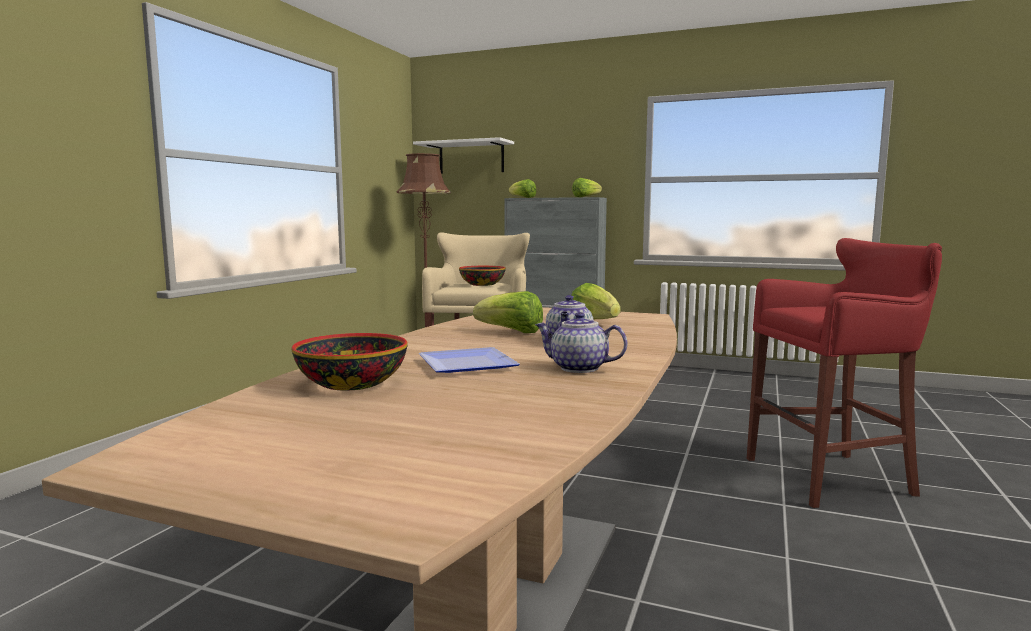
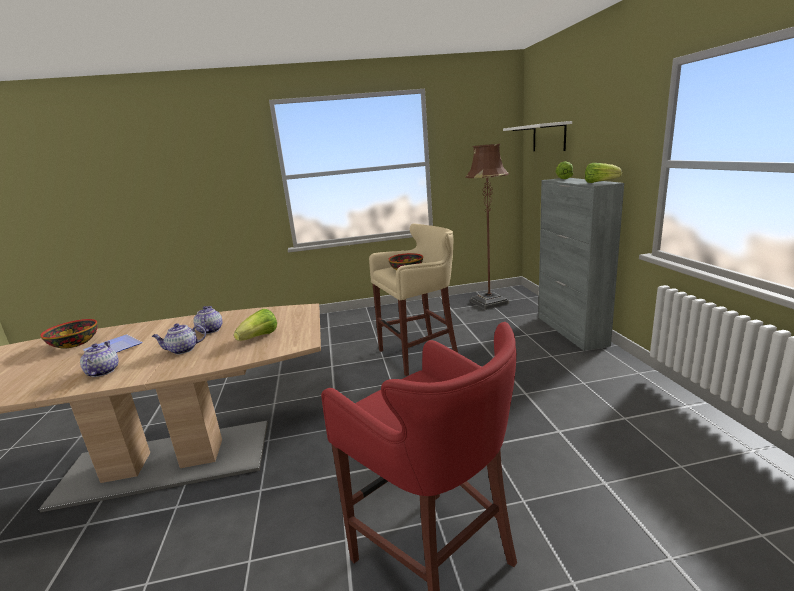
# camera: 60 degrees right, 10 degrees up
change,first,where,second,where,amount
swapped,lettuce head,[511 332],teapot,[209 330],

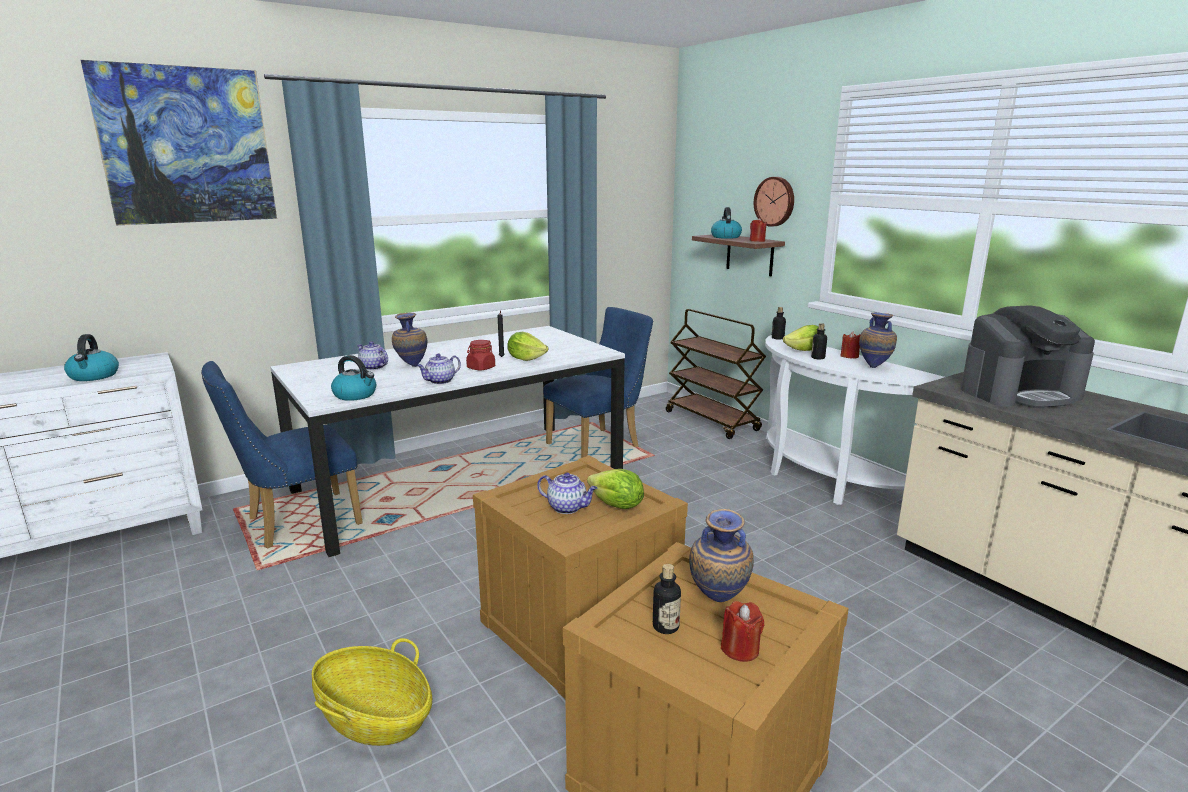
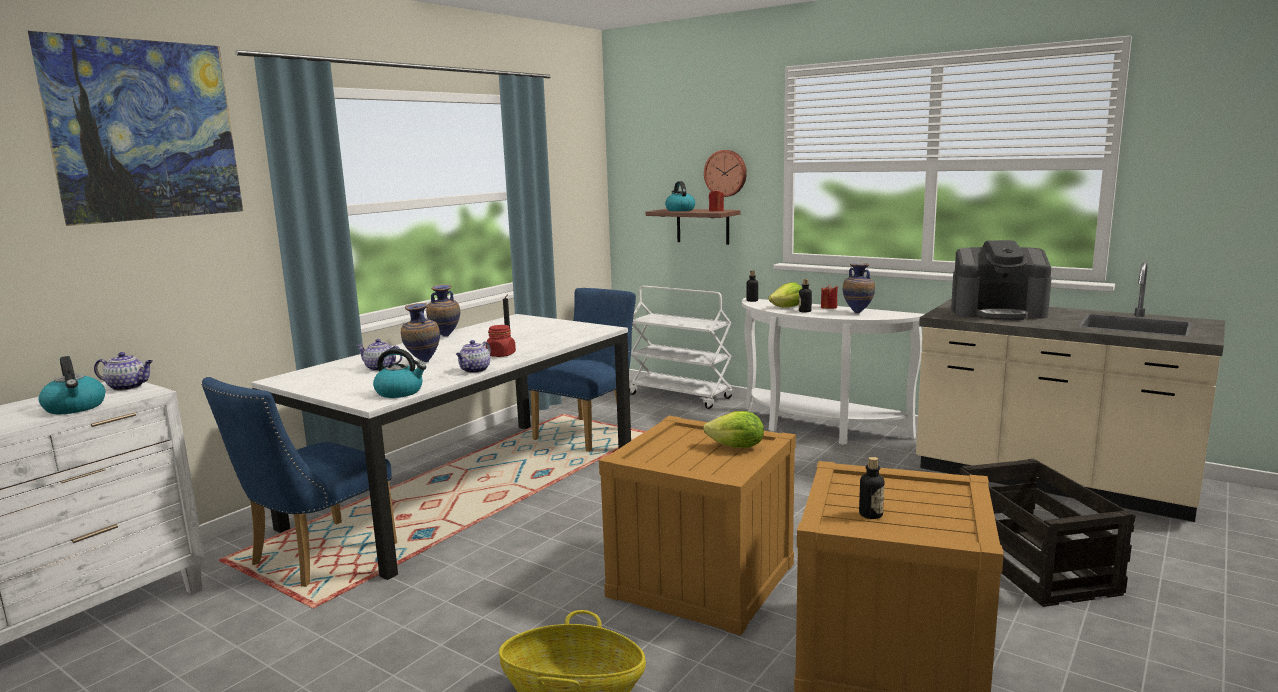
# camera: 20 degrees left, 5 degrees down
change,first,where,second,where,amount
gone,lettuce head,[526 359],,,
shifted,teapot,[568 508],,[128 387],
repainted,brown-coloured wheeled cart,[712 421],white-coloured wheeled cart,[681 396],
shifted,flower vase,[717 603],,[445 337],
gone,red-coloured wax light,[740 649],,,
rotated,coffee brewer,[1019 393],,[998 312],45 degrees clockwise
new,,,crate,[1035 564],

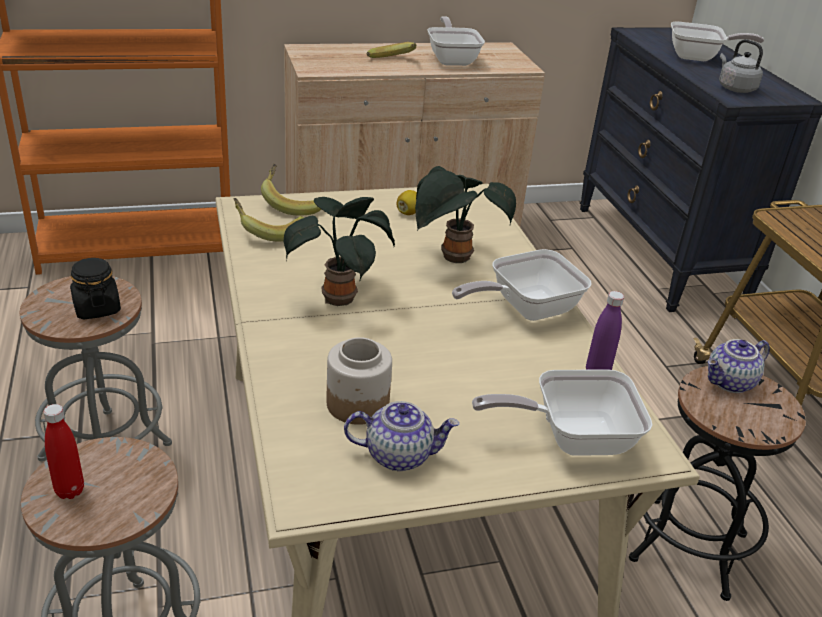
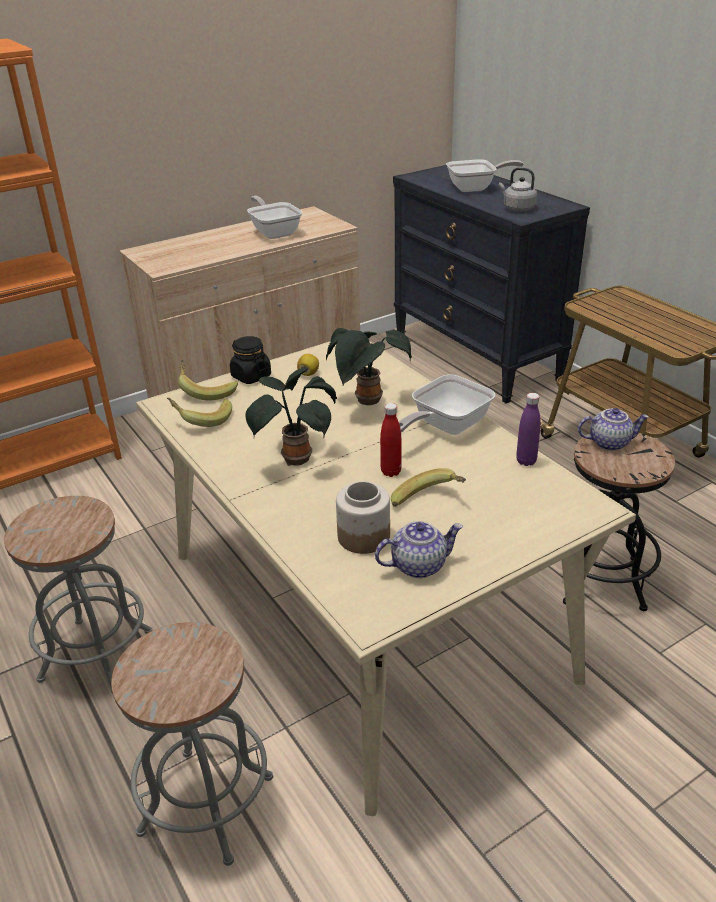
# camera: 15 degrees left, 0 degrees up
change,first,where,second,where,amount
shifted,red-coloured beverage bottle,[70 490],,[391 472],
shifted,black-coloured preserve jar,[97 308],,[251 376],
shifted,whole banana,[393 62],,[429 502],
gone,skillet,[571 437],,,
rotated,teapot,[730 383],,[609 442],135 degrees counterclockwise

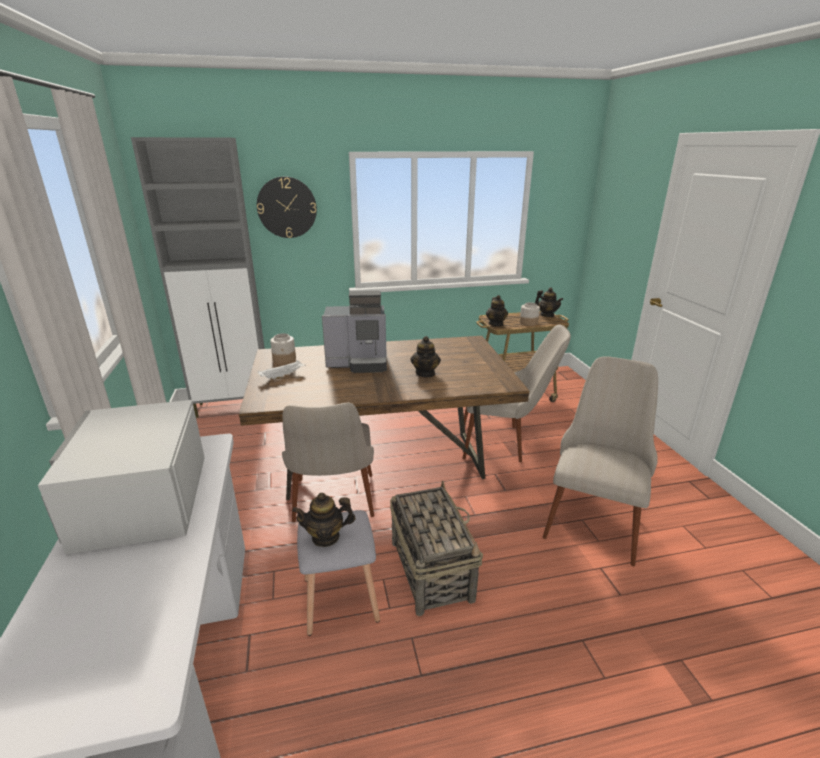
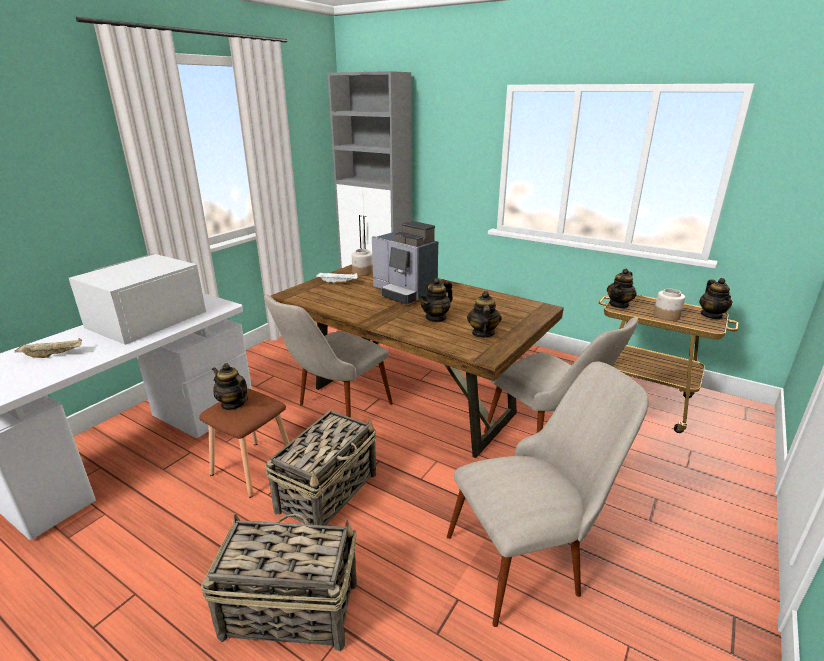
# camera: 45 degrees right, 0 degrees up
change,first,where,second,where,amount
gone,hanging clock,[287 207],,,
repainted,greyish stool seat,[341 600],brown-coloured stool seat,[253 469],
new,,,beige-coloured serving tray,[54 355],
new,,,storage basket,[289 609],
new,,,teapot,[482 333],

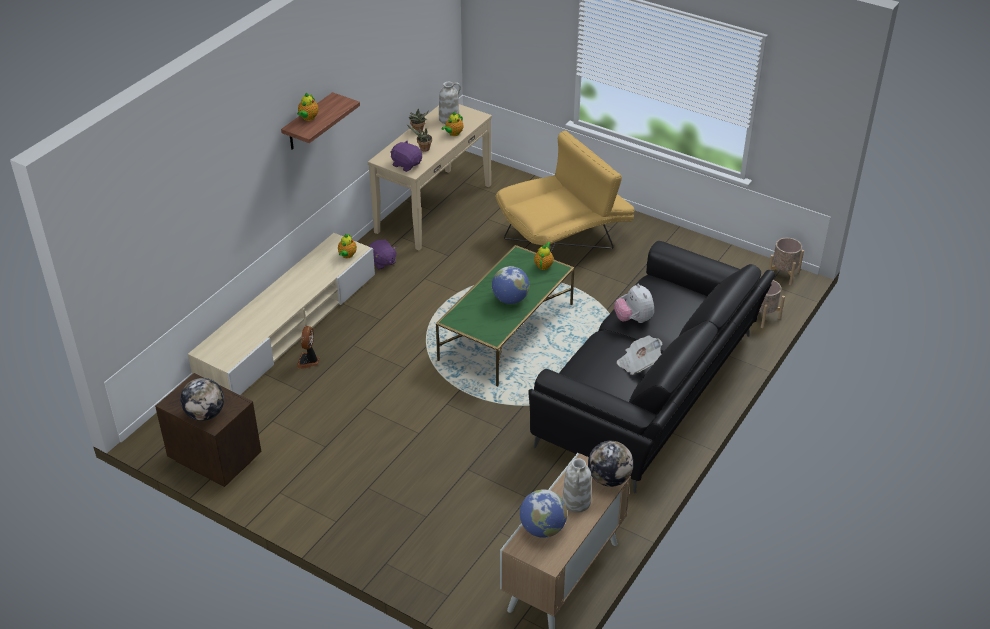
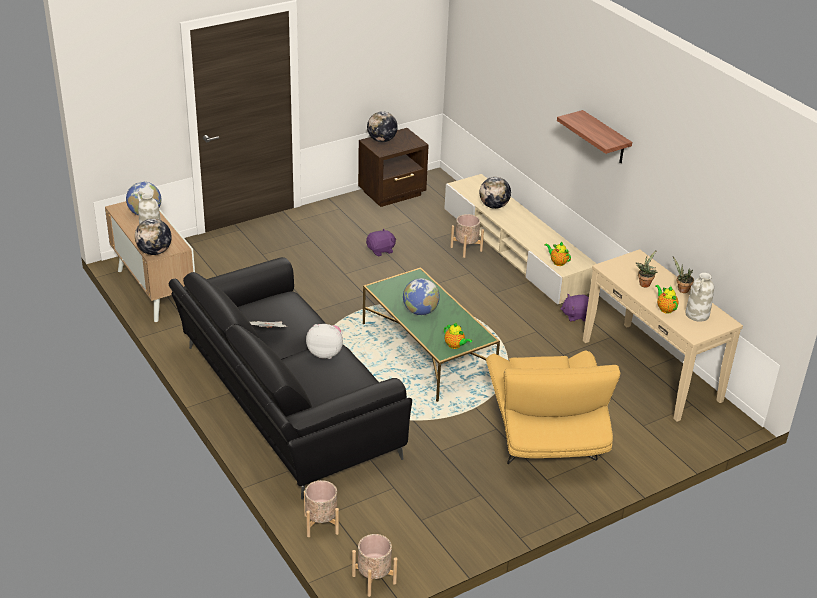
# camera: 115 degrees right, 5 degrees down
change,first,where,second,where,amount
gone,teapot,[308 118],,,
swapped,fan,[309 361],beige-coloured flower pot,[466 249],
shifted,purple-coloured plush toy,[406 164],,[381 250],
new,,,globe,[494 206],

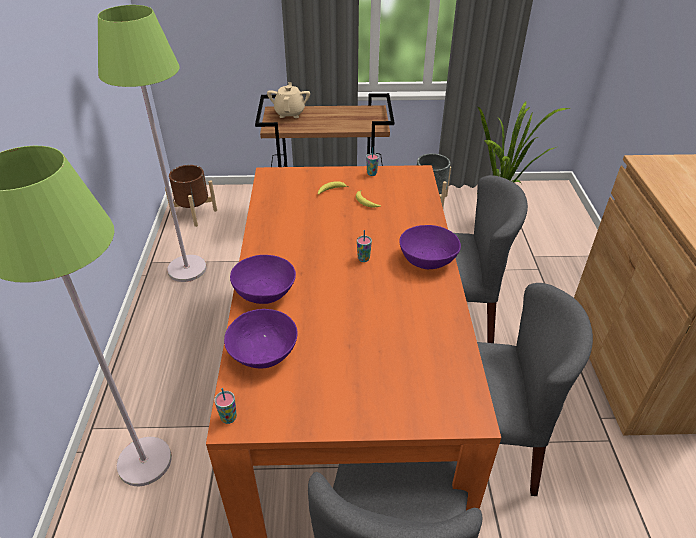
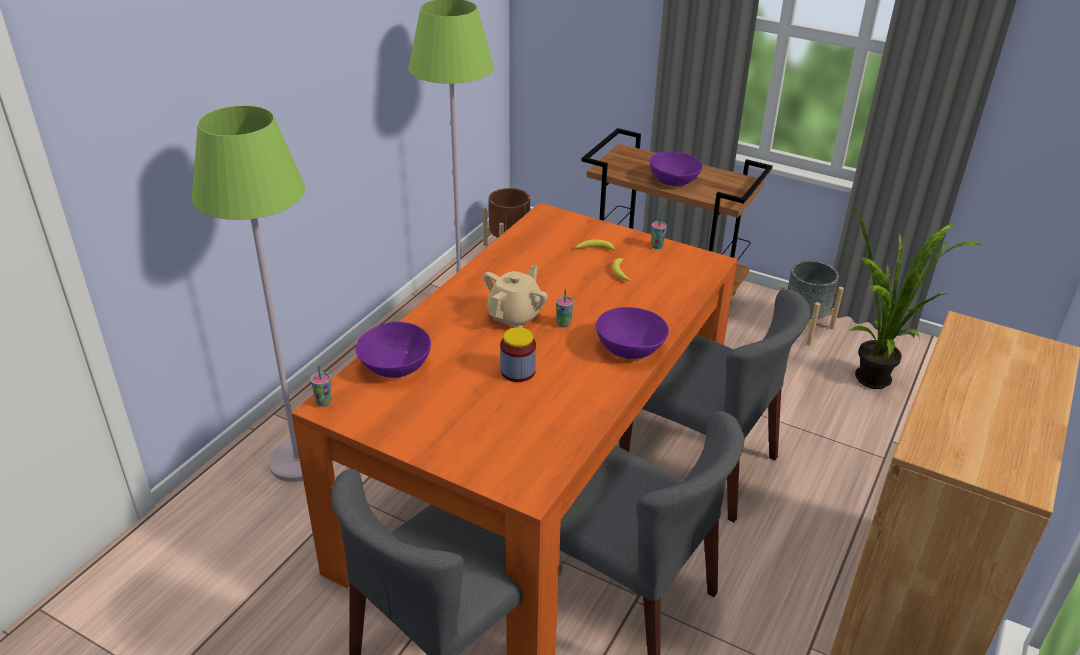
# camera: 30 degrees right, 5 degrees down
change,first,where,second,where,amount
shifted,purple-coloured serving bowl,[265 292],,[674 180],
shifted,beige-coloured teapot,[290 113],,[515 316],
new,,,preserve jar,[518 371],

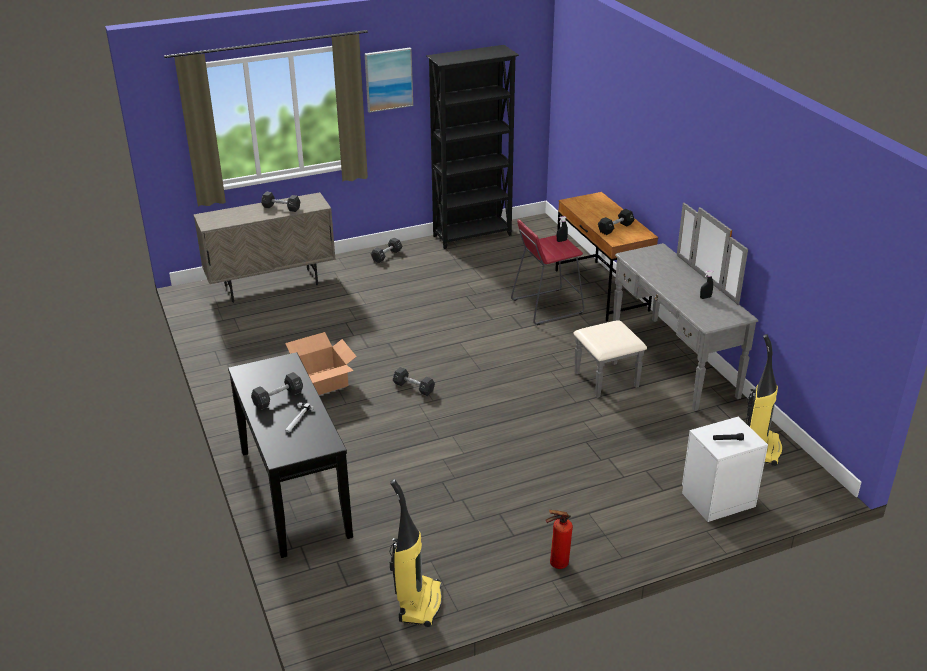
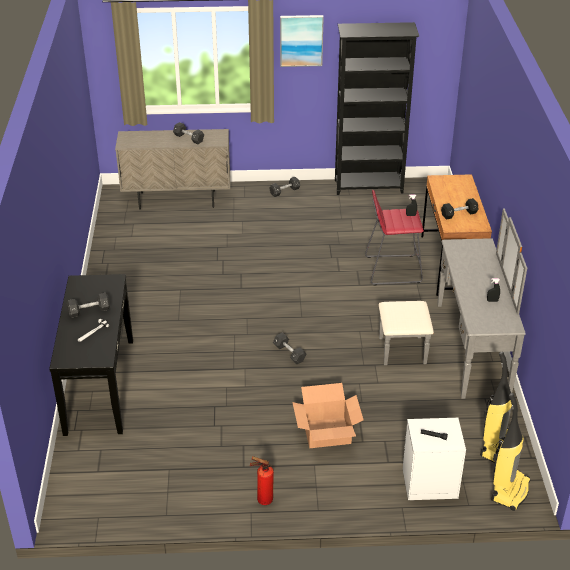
# camera: 20 degrees right, 5 degrees up
change,first,where,second,where,amount
shifted,packing box,[321 382],,[327 433],
shifted,vacuum,[418 603],,[509 490],
shifted,black-coloured hand weight,[413 387],,[289 353],

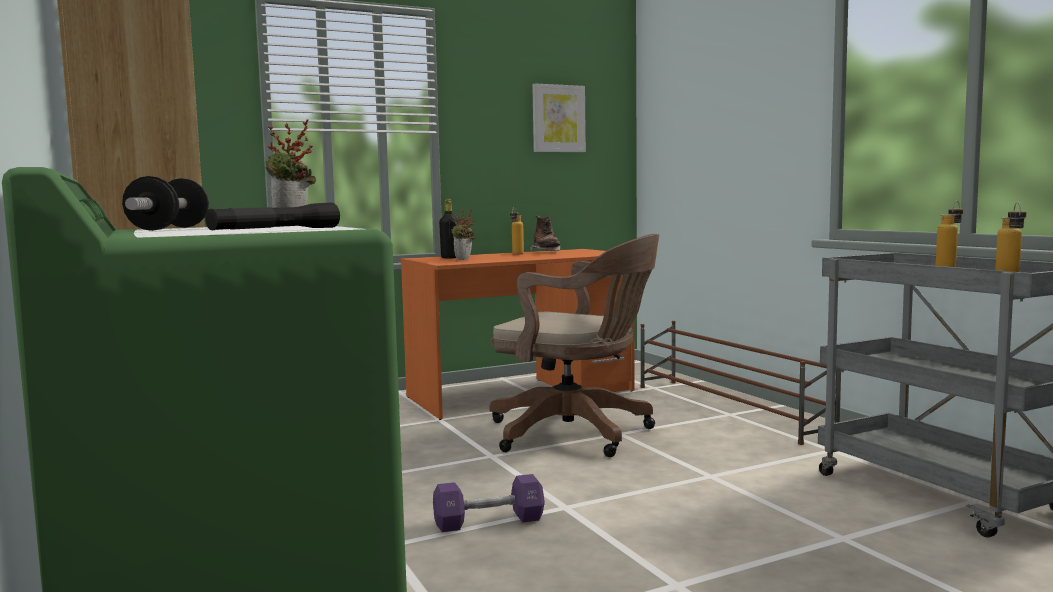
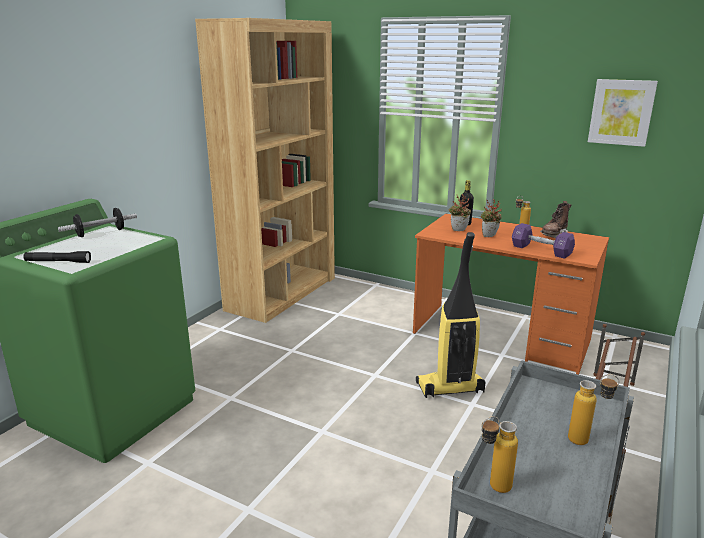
# camera: 55 degrees right, 15 degrees up
change,first,where,second,where,amount
shifted,houseplant,[293 225],,[489 236],
shifted,purple-coloured hand weight,[489 521],,[541 250],
swapped,brown-coloured office chair,[577 434],vacuum,[449 388],

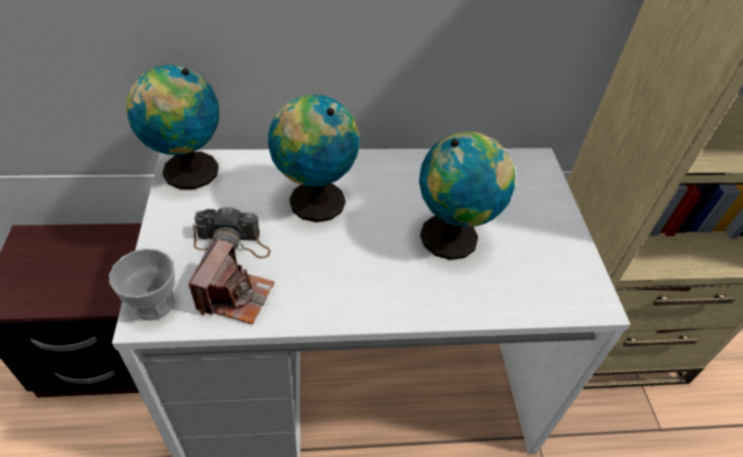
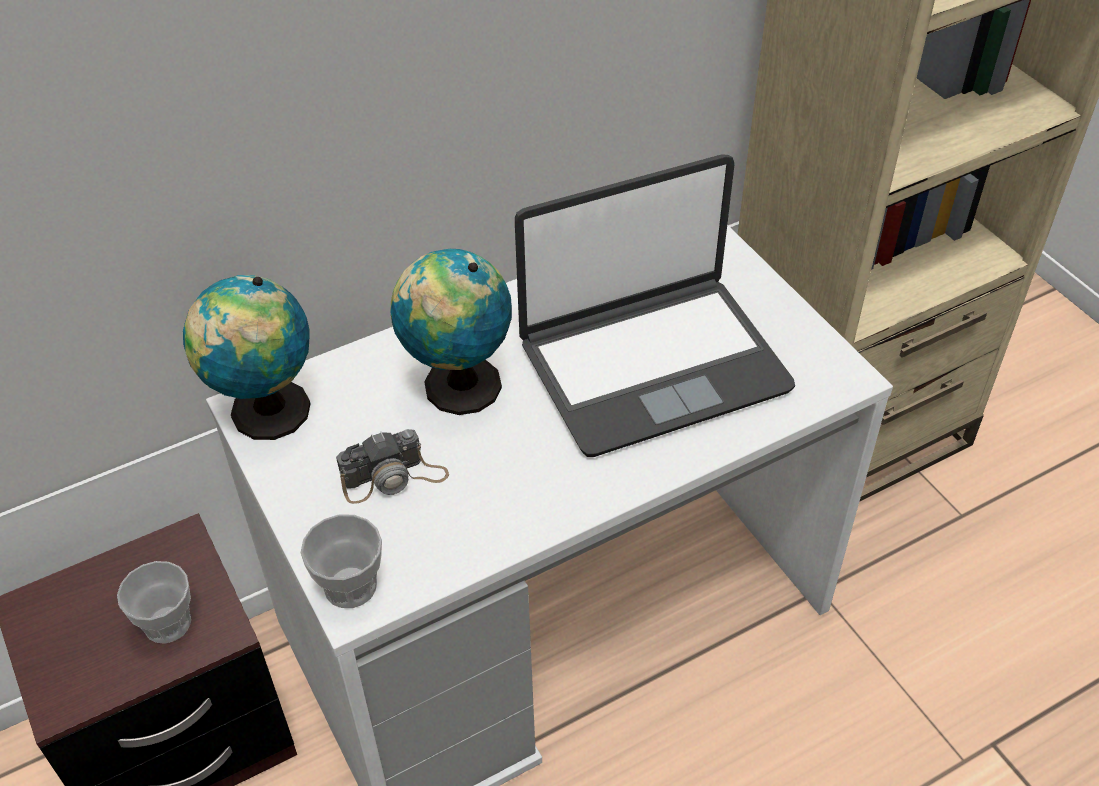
# camera: 20 degrees left, 0 degrees up
change,first,where,second,where,amount
gone,still camera,[235 295],,,
swapped,globe,[453 237],portable computer,[652 365],
new,,,drinking cup,[167 623],

